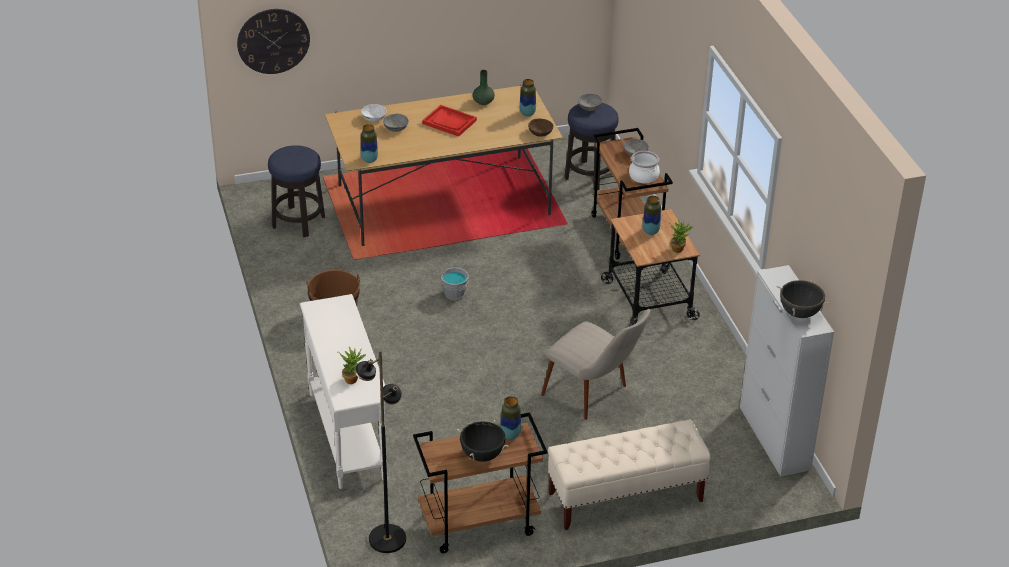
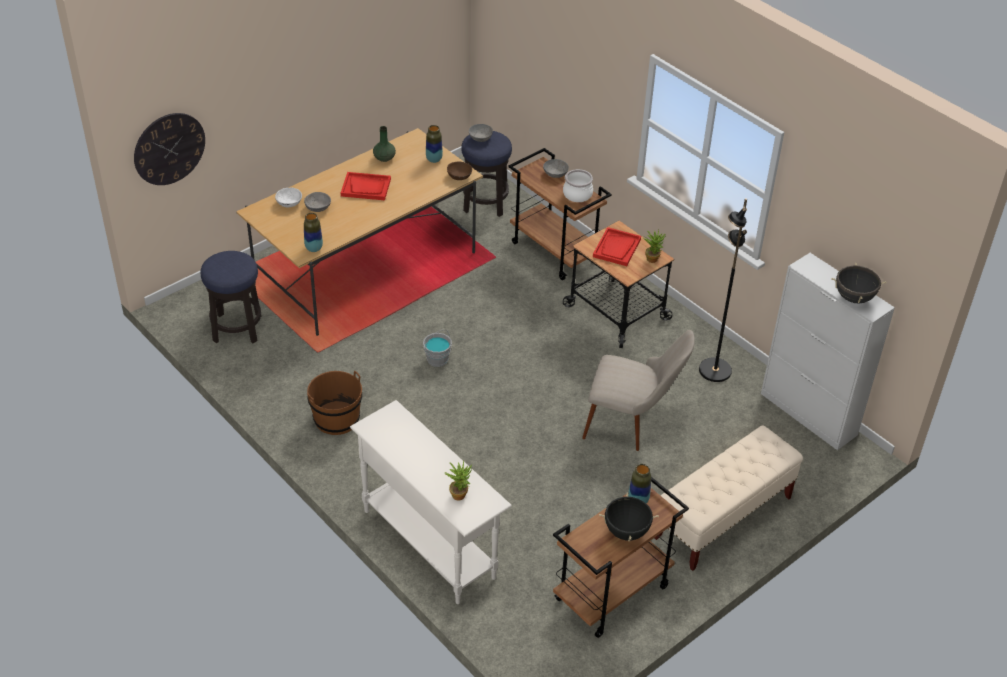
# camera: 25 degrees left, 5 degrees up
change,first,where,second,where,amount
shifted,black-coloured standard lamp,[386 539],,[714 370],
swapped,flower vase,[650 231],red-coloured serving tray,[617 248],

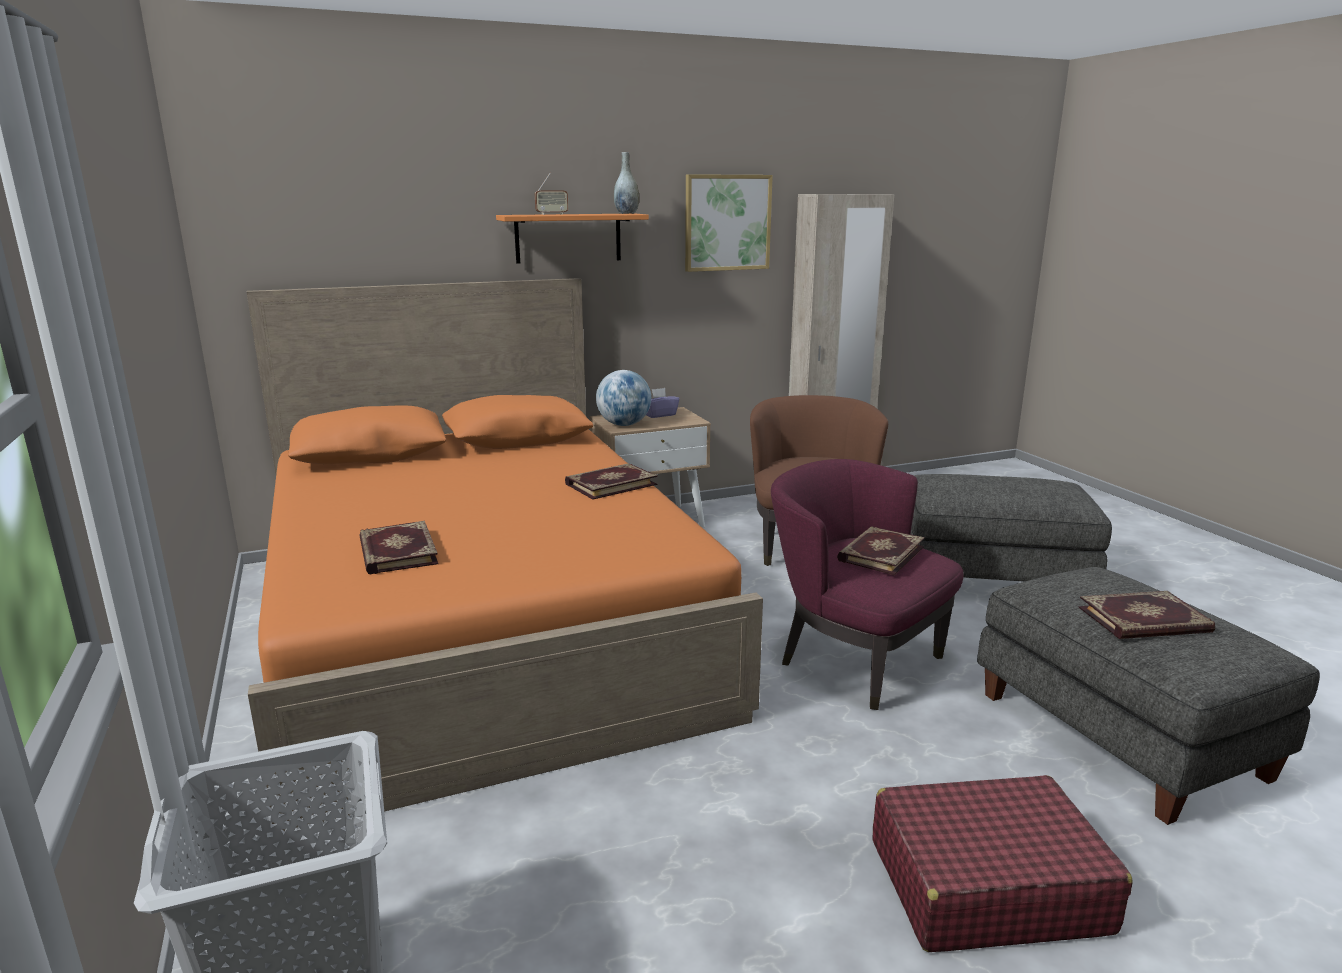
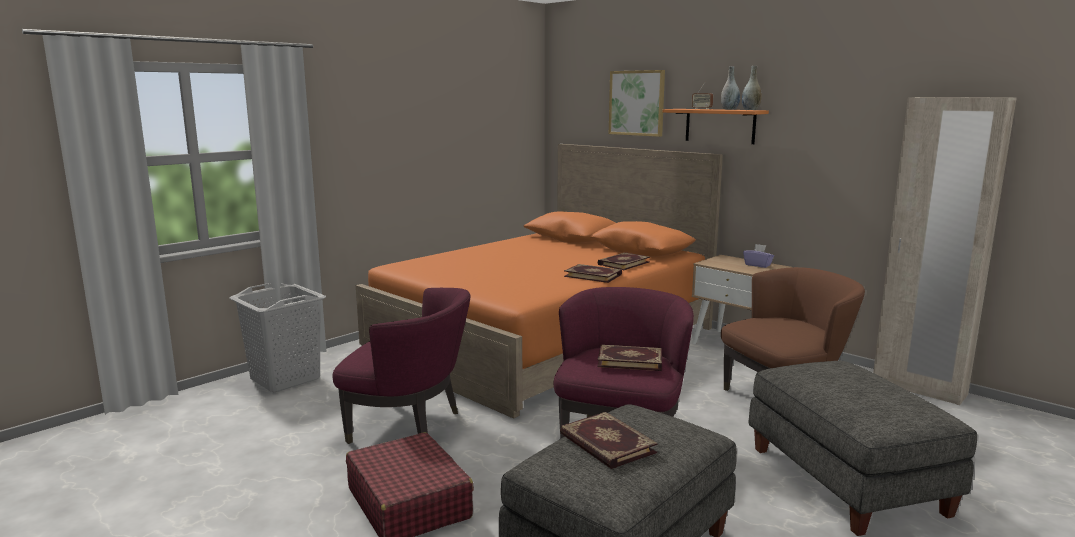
# camera: 65 degrees right, 5 degrees down
change,first,where,second,where,amount
shifted,book,[396 552],,[623 263],
gone,globe,[624 425],,,
shifted,wall art,[727 223],,[637 103],
new,,,purple-coloured armchair,[409 427],
new,,,greyish flower vase,[729 109],

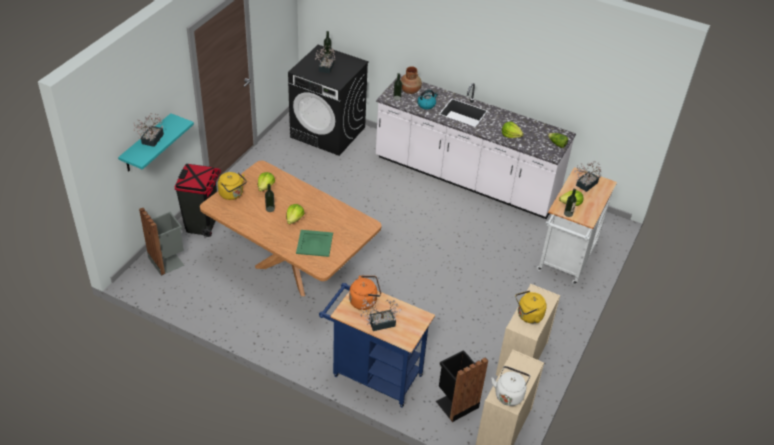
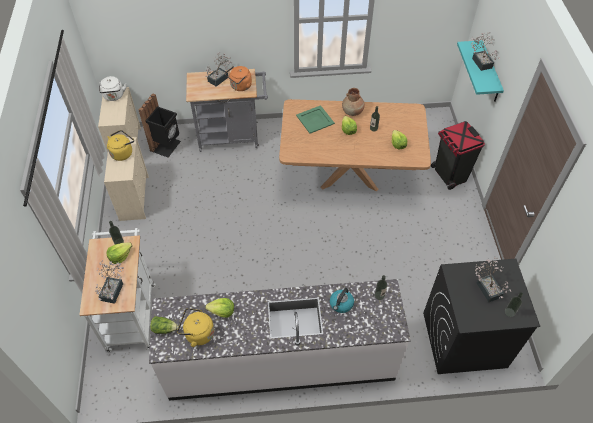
# camera: 150 degrees right, 10 degrees up
change,first,where,second,where,amount
gone,greyish waste bin,[167 260],,,
shifted,yellow-coloured tea kettle,[232 194],,[197 334],
repainted,blue-coloured wheeled cart,[372 374],greyish wheeled cart,[232 136],
shifted,brown-coloured flower vase,[410 90],,[352 112],

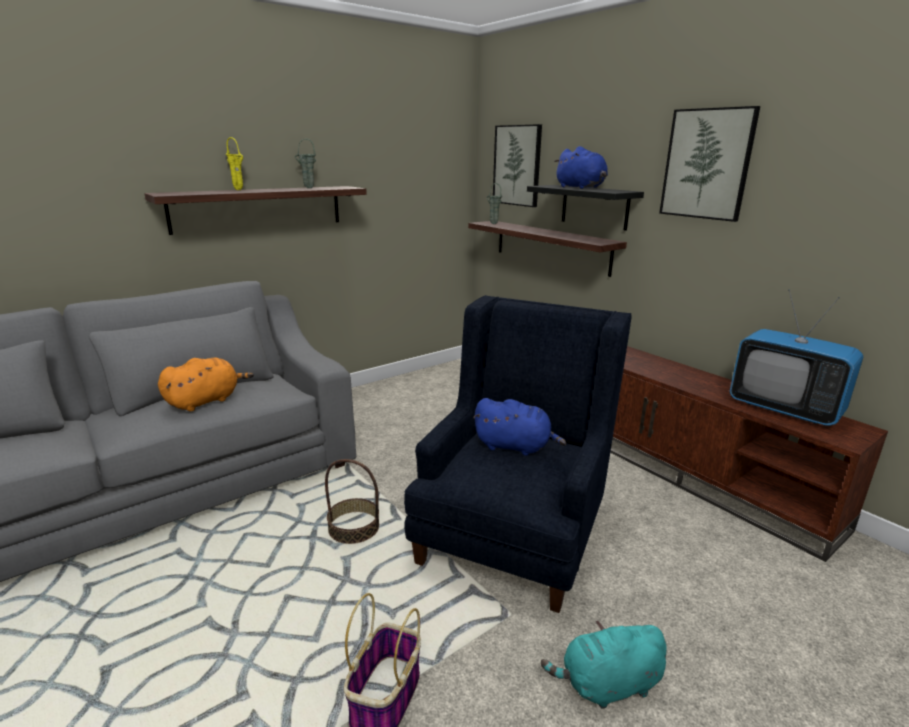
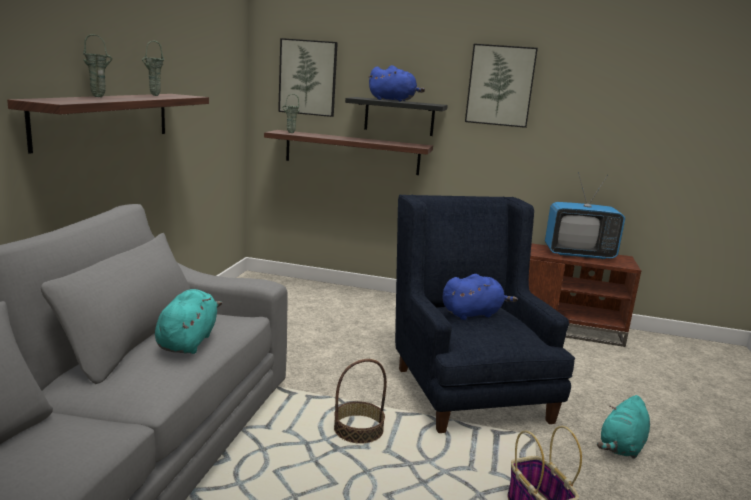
# camera: 40 degrees left, 5 degrees down
change,first,where,second,where,amount
repainted,orange-coloured plush toy,[206 401],turquoise-coloured plush toy,[188 341],
repainted,yellow-coloured flower vase,[239 190],green-coloured flower vase,[100 97],

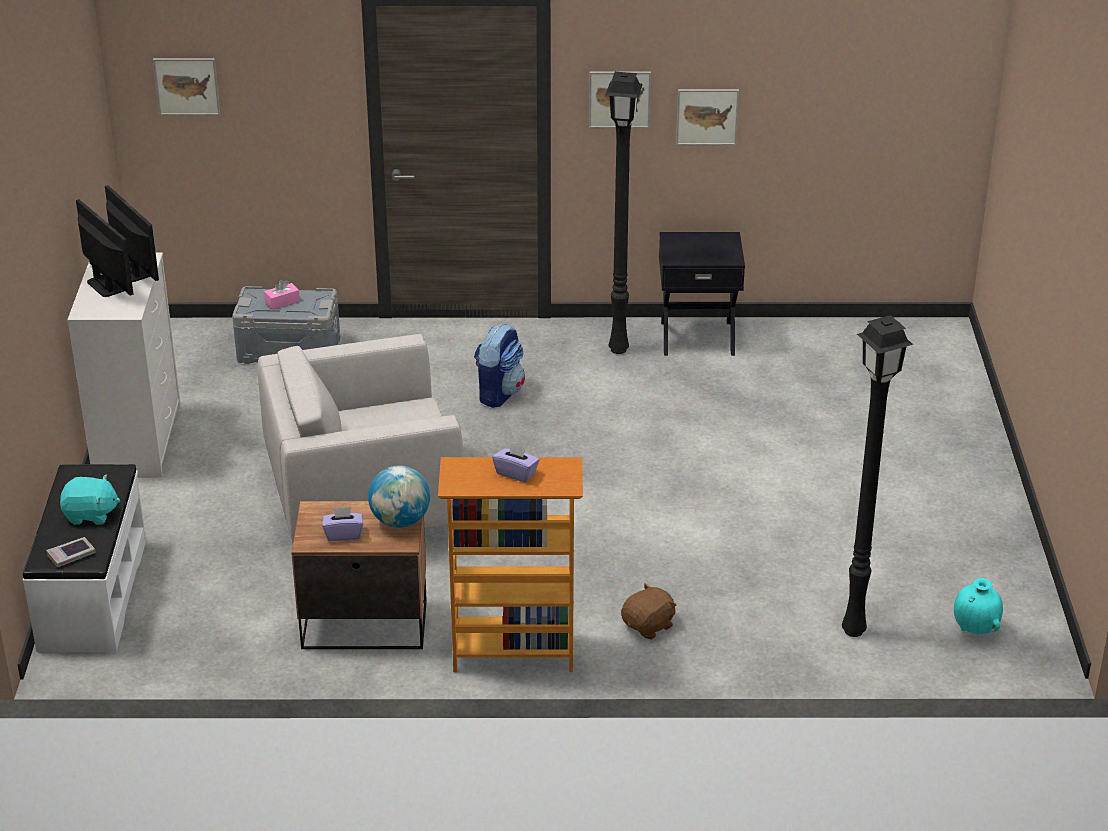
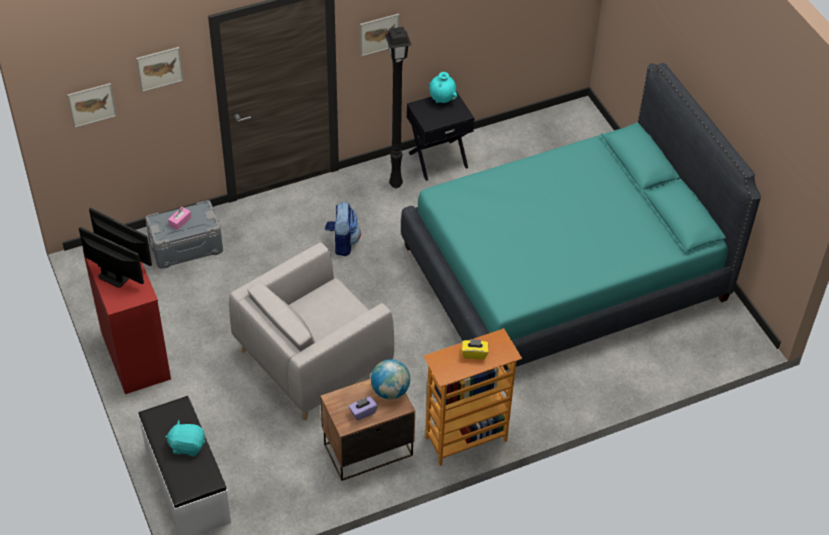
# camera: 25 degrees left, 15 degrees up
change,first,where,second,where,amount
gone,book,[71 555],,,
rotated,turquoise-coloured plush toy,[90 515],,[187 445],150 degrees counterclockwise
repainted,white-coloured dresser,[137 440],red-coloured dresser,[135 354],
repainted,purple-coloured tissue holder,[516 473],yellow-coloured tissue holder,[474 353],
gone,brown-coloured plush toy,[649 626],,,
shifted,wall art,[707 116],,[159 68],
gone,black-coloured standard lamp,[853 632],,,
shifted,turquoise-coloured flower vase,[975 630],,[442 100],
new,,,turquoise-coloured bed,[565 273],

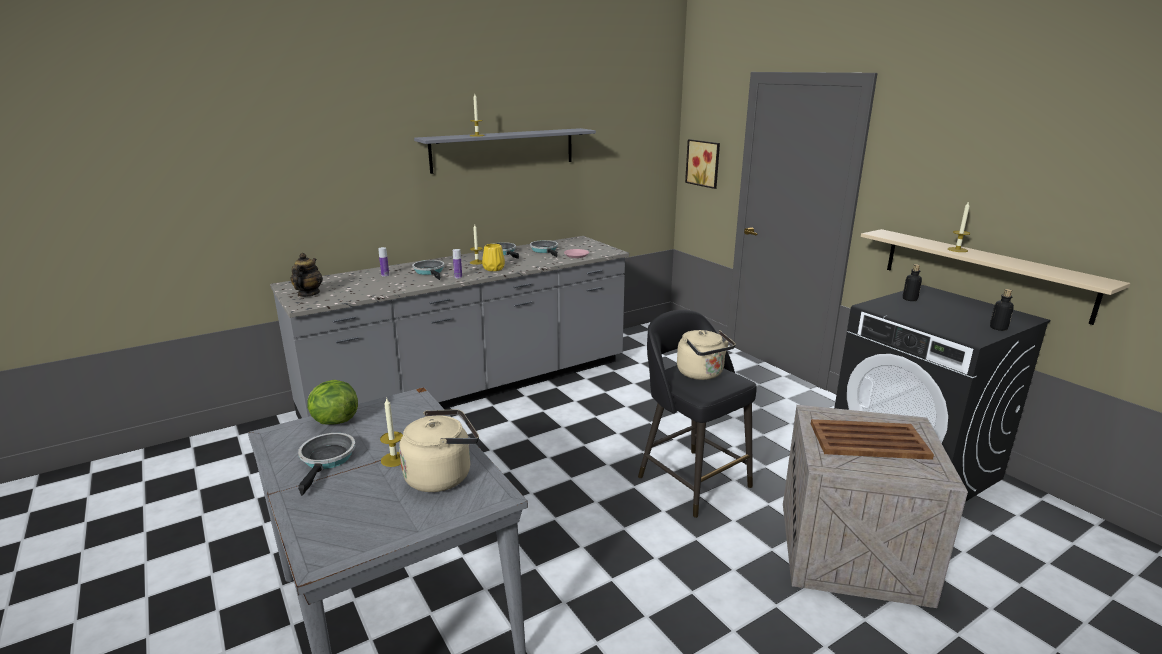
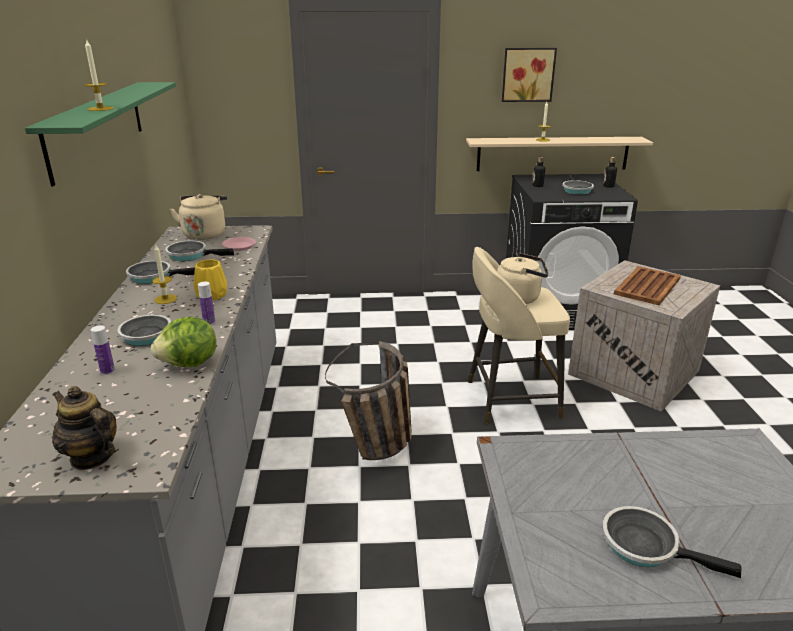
# camera: 60 degrees left, 5 degrees up
change,first,where,second,where,amount
shifted,lettuce head,[334 421],,[190 364],
gone,wax light,[394 459],,,
shifted,beige-coloured tea kettle,[442 476],,[205 234],
repainted,greyish shelf,[504 150],green-coloured shelf,[97 127],
repainted,black-coloured stool seat,[691 480],beige-coloured stool seat,[509 399],
shifted,wall art,[704 163],,[527 74],
new,,,storage basket,[379 450],
new,,,skillet,[576 190],

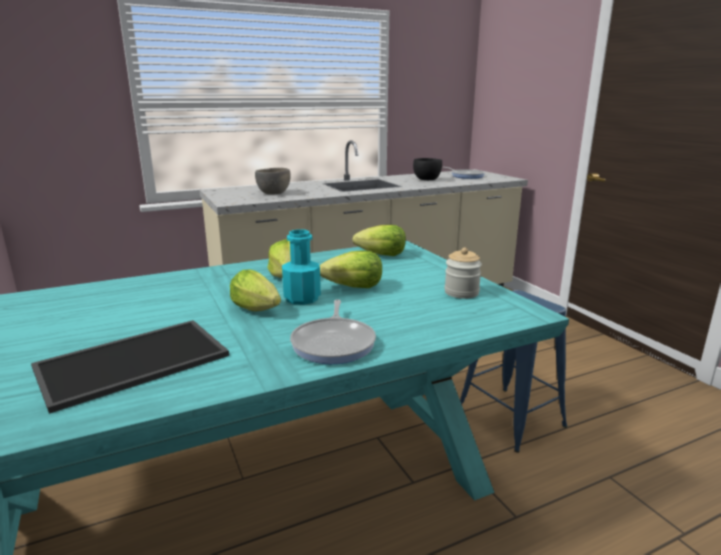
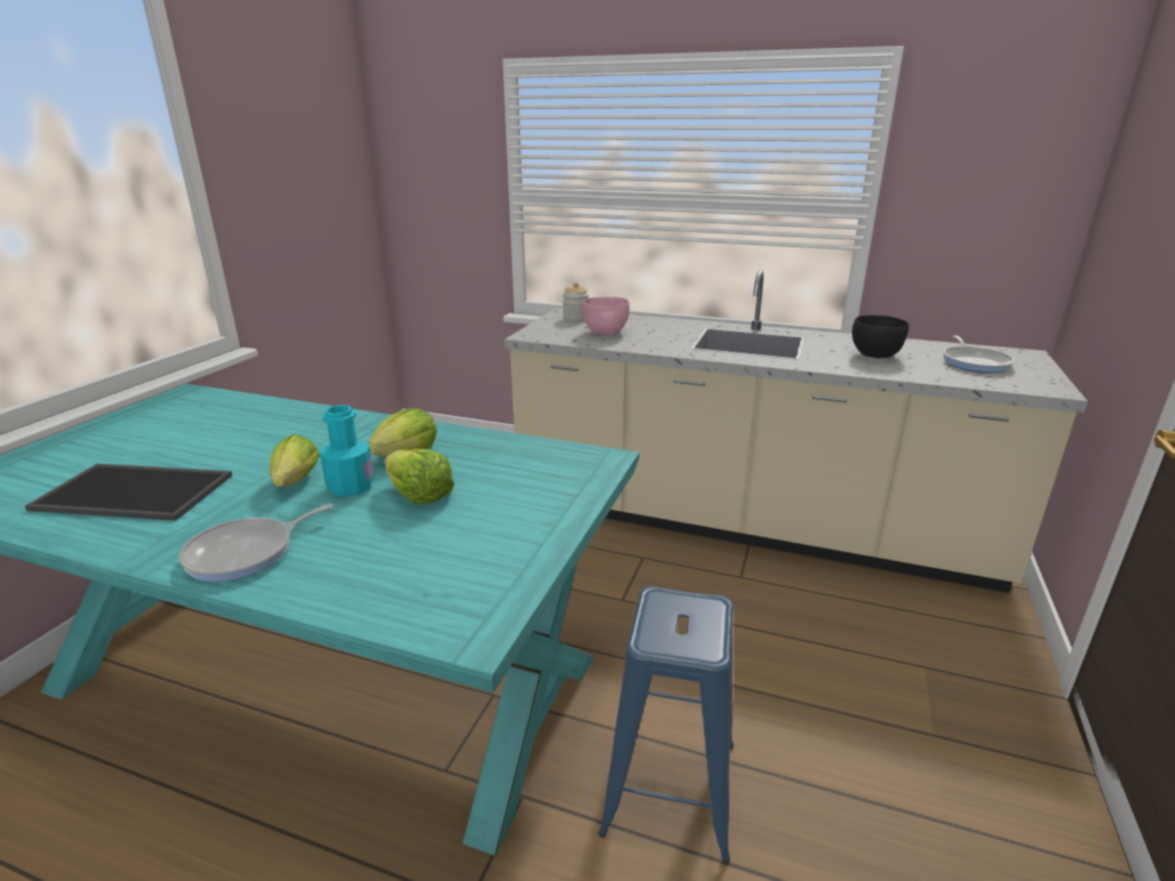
# camera: 45 degrees right, 5 degrees up
change,first,where,second,where,amount
repainted,greyish serving bowl,[274 193],pinkish serving bowl,[605 333],
gone,lettuce head,[382 255],,,
shifted,preserve jar,[461 292],,[576 318],

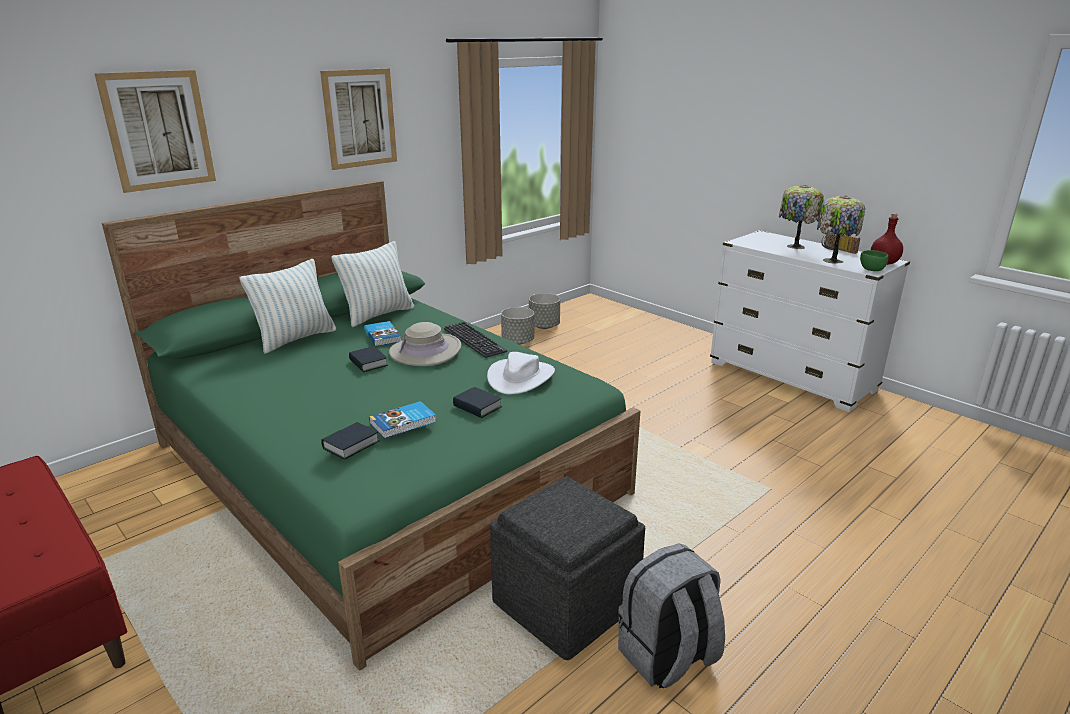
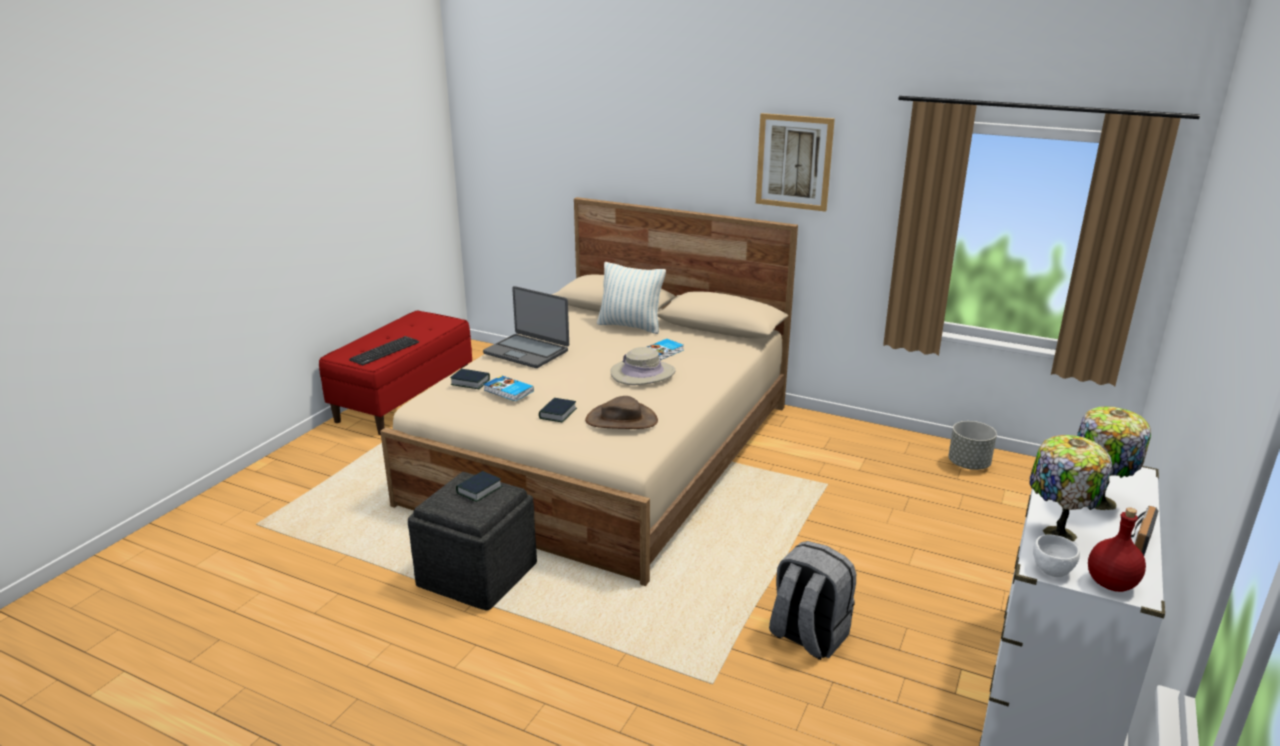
# camera: 70 degrees right, 0 degrees up
change,first,where,second,where,amount
gone,wall art,[158 130],,,
repainted,green-coloured bed,[384 467],beige-coloured bed,[608 452],
gone,throw pillow,[378 315],,,
shifted,book,[368 363],,[479 490],
shifted,keyboard,[474 340],,[385 351],
repainted,white-coloured clothing hat,[520 377],brown-coloured clothing hat,[621 420],
gone,greyish flower pot,[518 341],,,
shifted,greyish rucksack,[667 657],,[807 636],
repainted,green-coloured serving bowl,[872 270],white-coloured serving bowl,[1050 569],
new,,,portable computer,[527 352],

